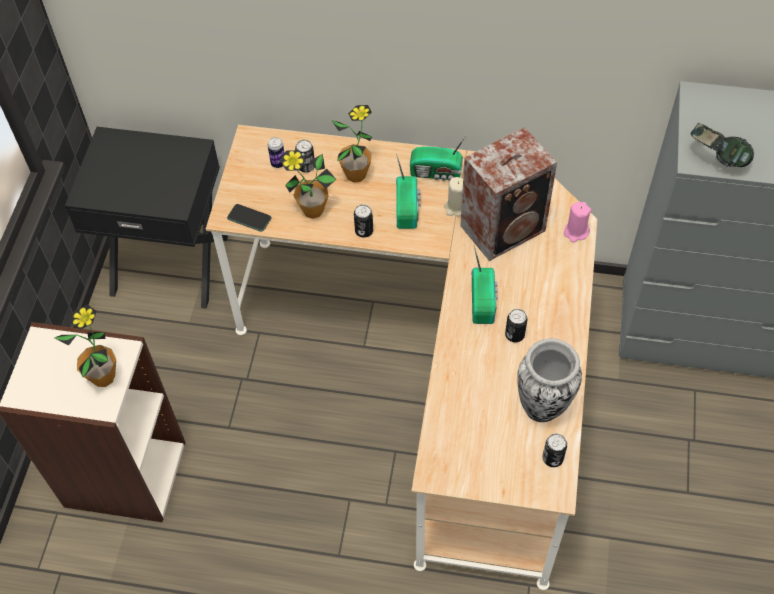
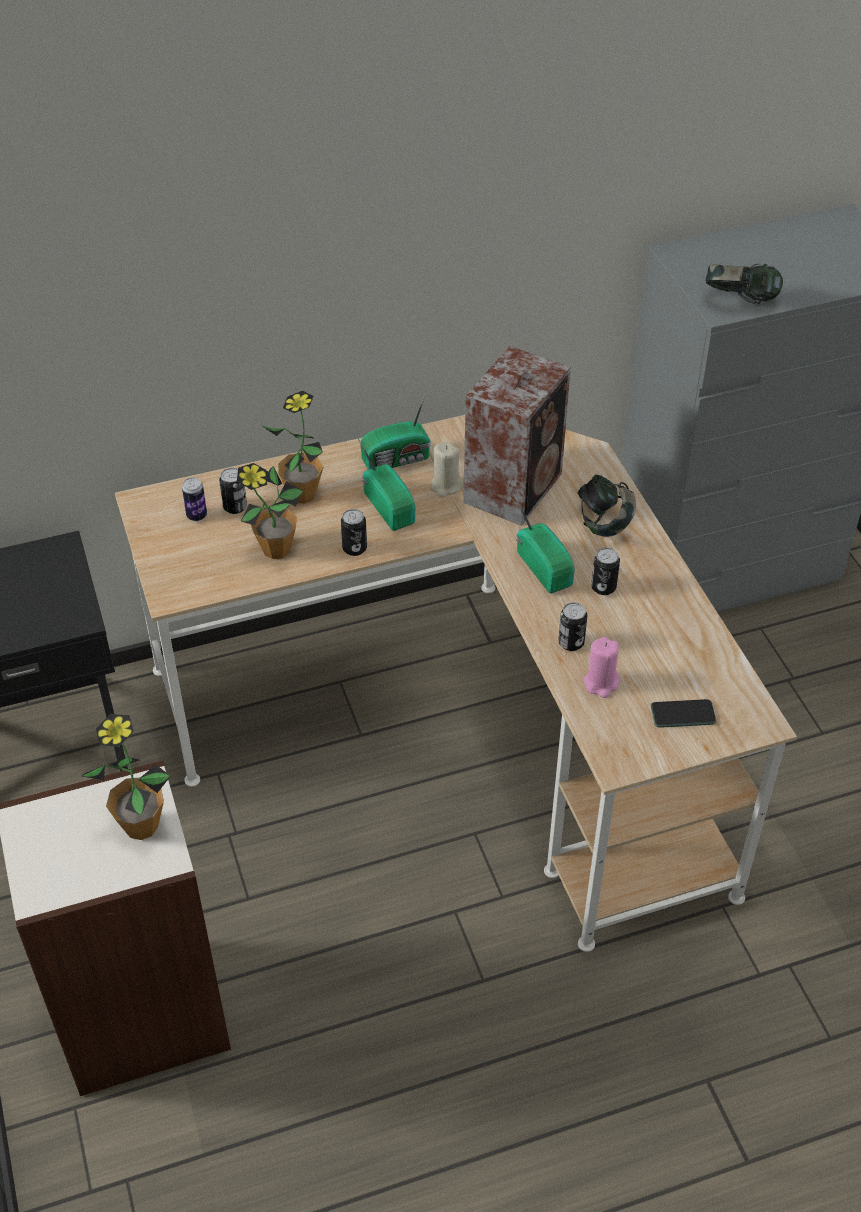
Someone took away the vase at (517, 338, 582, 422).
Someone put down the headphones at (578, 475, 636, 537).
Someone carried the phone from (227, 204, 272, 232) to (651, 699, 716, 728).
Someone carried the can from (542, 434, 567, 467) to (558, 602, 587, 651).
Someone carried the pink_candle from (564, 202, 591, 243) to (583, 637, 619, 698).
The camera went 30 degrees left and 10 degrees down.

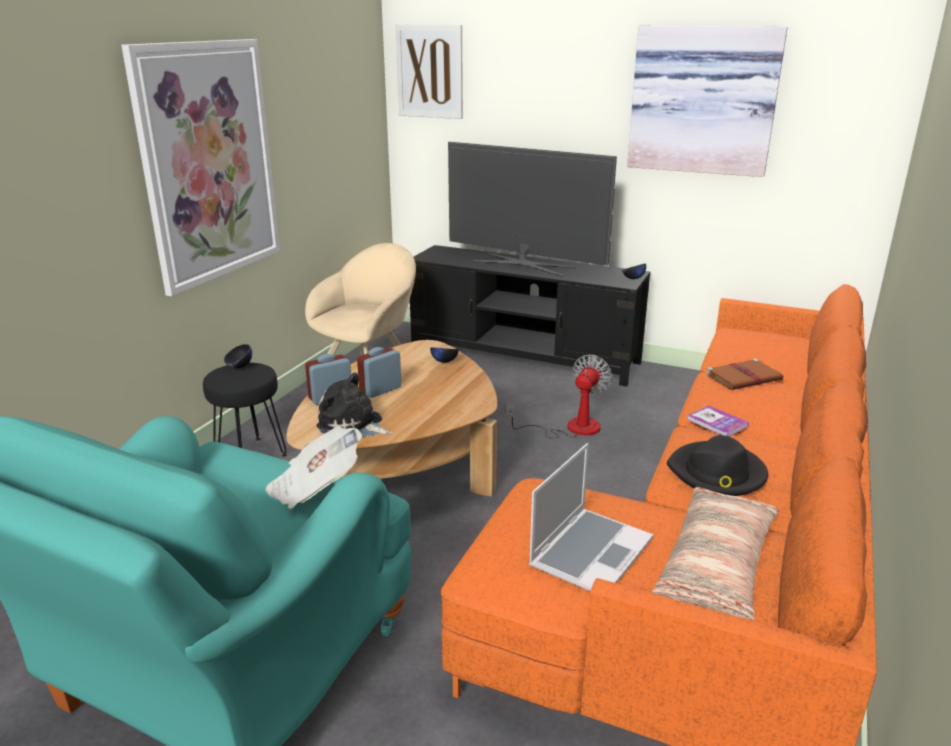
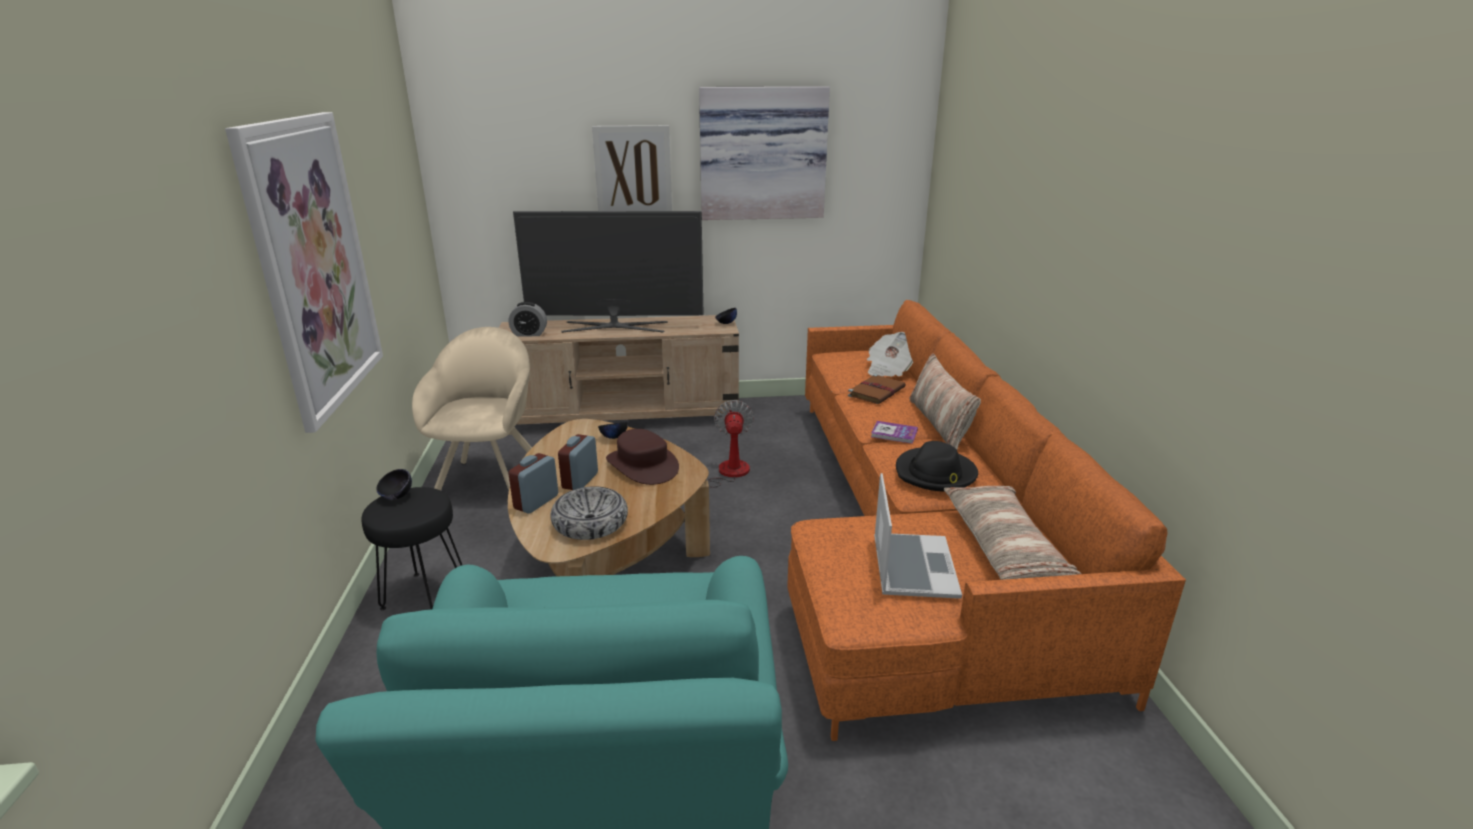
Someone put down the alarm_clock at (509, 302, 547, 337).
Someone put down the brown_hat at (606, 429, 679, 485).
Someone put down the pillow at (910, 353, 981, 450).
Someone carried the newspaper from (265, 426, 362, 509) to (867, 332, 913, 377).
Someone carried the picture from (395, 24, 463, 119) to (592, 125, 672, 211).
Someone swapped the plush_toy at (316, 372, 392, 437) for the bowl at (550, 486, 628, 540).
Someone repainted the black_tv_stand at (410, 245, 650, 387), which became the beige_tv_stand at (499, 315, 739, 435).
The camera went 30 degrees left and 0 degrees up.

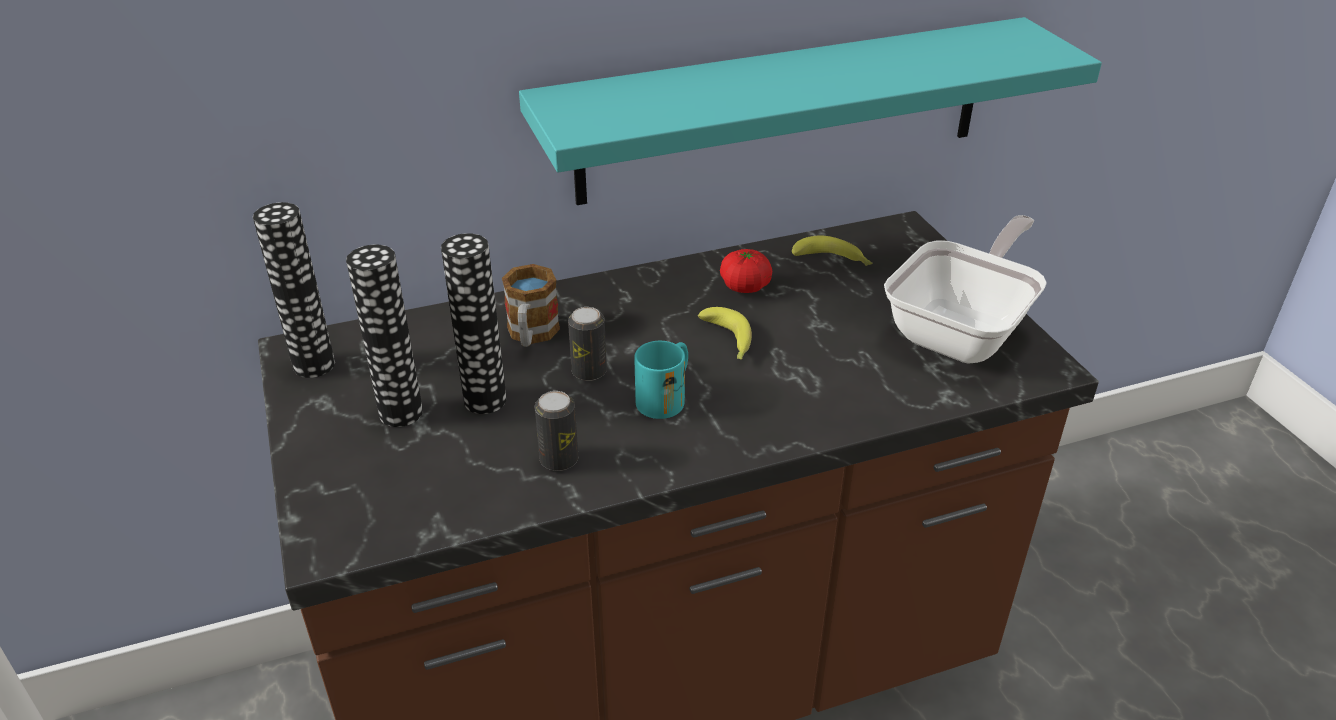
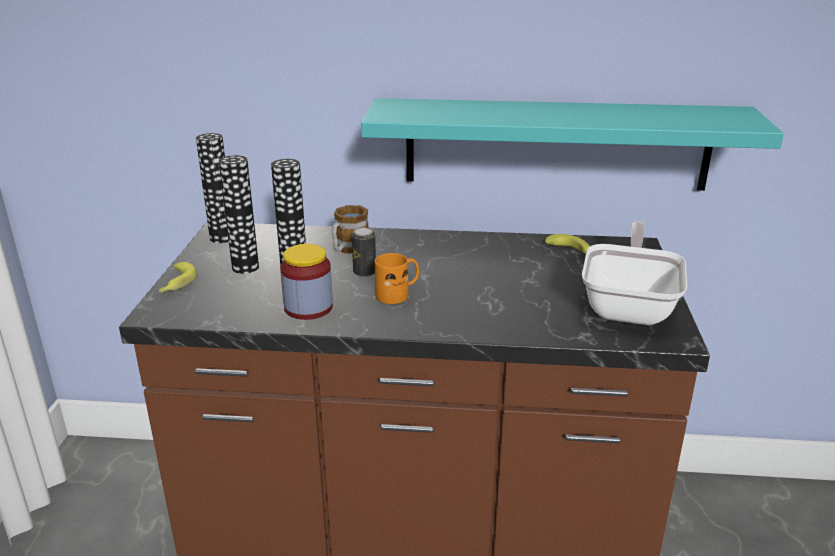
Someone took away the tomato at (720, 249, 772, 293).
Someone carried the banana from (698, 307, 752, 360) to (159, 262, 197, 293).
Someone swapped the can at (535, 391, 578, 471) for the jar at (280, 244, 333, 320).
Someone repainted the turquoise_mug at (634, 341, 688, 419), which became the orange_mug at (375, 253, 419, 304).
Someone rotated the frying_pan at (884, 215, 1047, 364) by 45 degrees counterclockwise.
The camera went 25 degrees right and 10 degrees down.

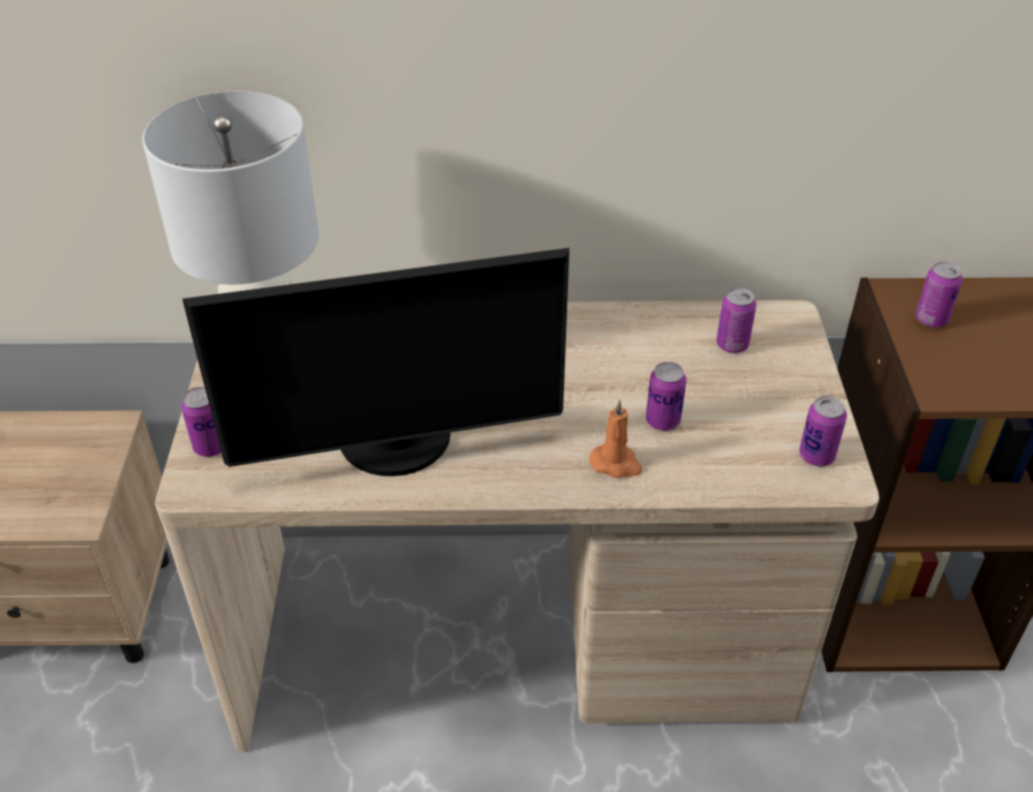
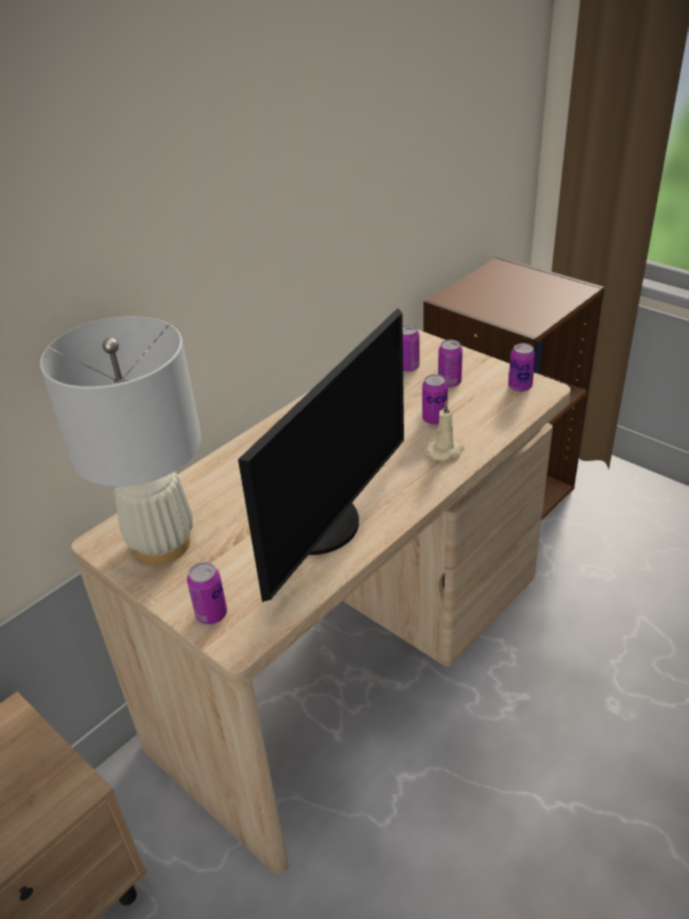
Someone carried the can from (916, 262, 963, 327) to (438, 340, 463, 388).
Someone repainted the orange_candle at (589, 399, 642, 478), which became the beige_candle at (427, 400, 464, 461).
The camera went 45 degrees left and 5 degrees down.

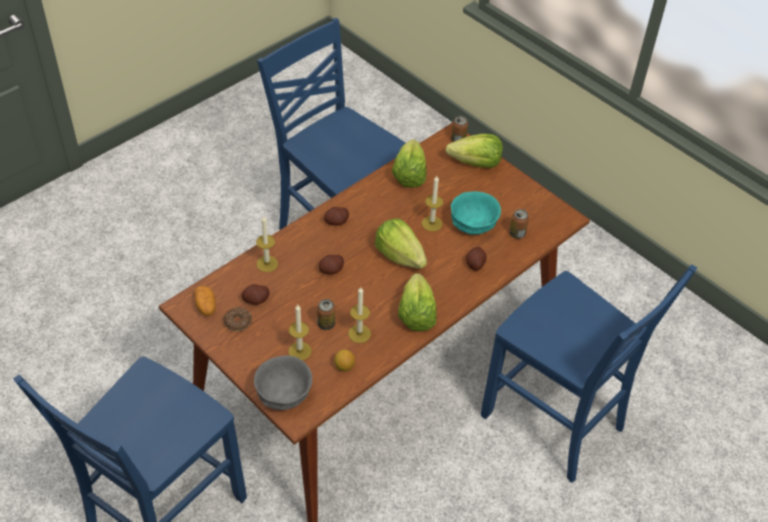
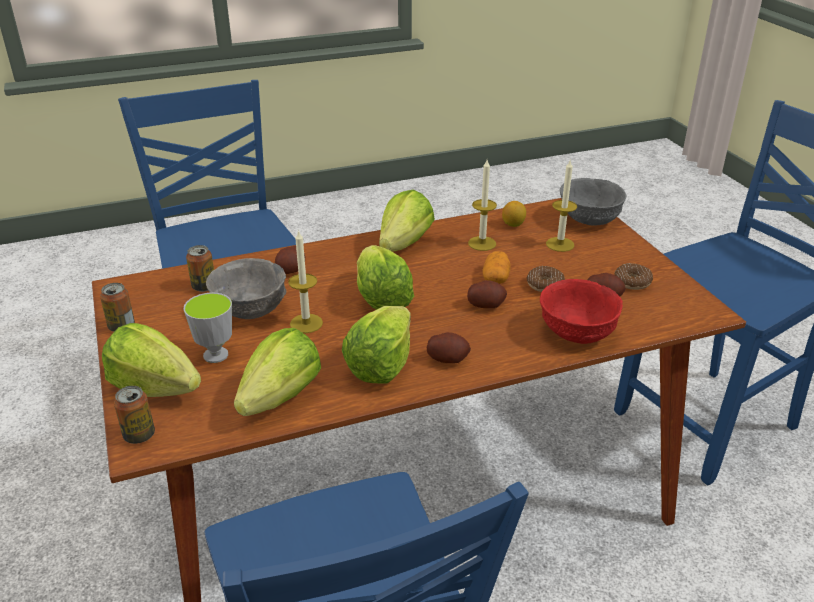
Someone put down the cup at (183, 292, 232, 363).
Someone put down the lettuce at (342, 306, 411, 383).
Someone put down the donut at (527, 266, 565, 292).
Someone carried the potato from (195, 286, 216, 316) to (482, 251, 510, 284).
Someone carried the can from (317, 299, 335, 330) to (100, 283, 135, 332).
Someone swapped the candle at (256, 215, 278, 272) for the red_bowl at (540, 279, 623, 344).
Someone repainted the turquoise_bowl at (451, 191, 501, 235), which became the grey_bowl at (206, 258, 287, 319).
The camera went 155 degrees left and 15 degrees down.

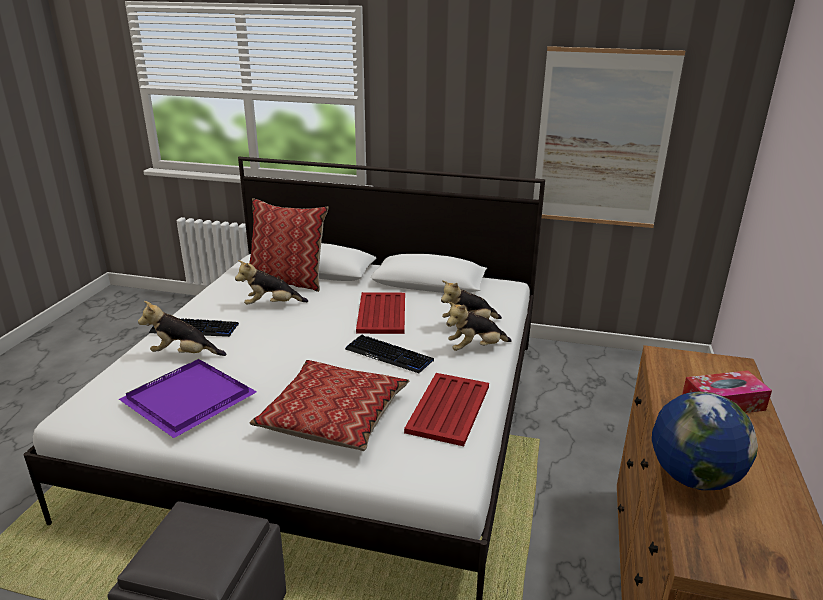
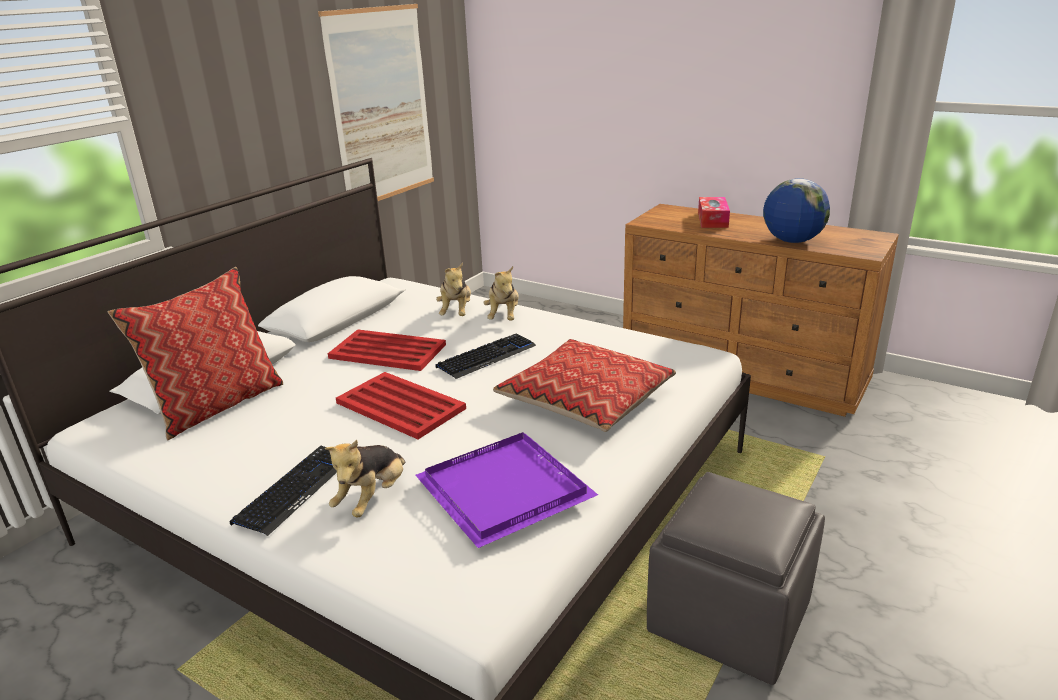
Someone took away the plush_toy at (235, 260, 308, 305).
Someone carried the red_tray from (404, 373, 489, 446) to (336, 372, 466, 439).
The camera went 70 degrees left and 0 degrees up.

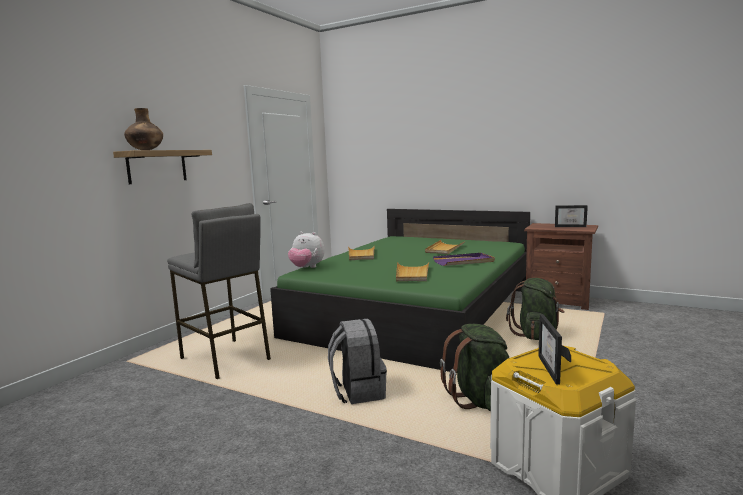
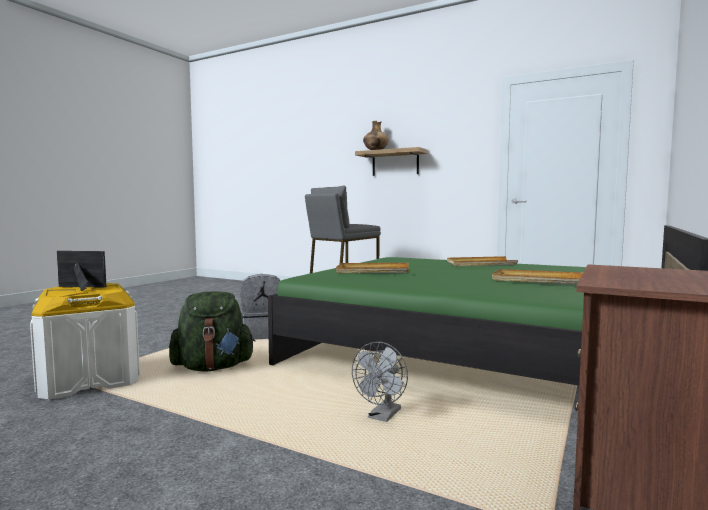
Someone took away the plush_toy at (288, 232, 325, 268).
Someone took away the purple_tray at (433, 253, 495, 266).
Someone took away the picture_frame at (555, 205, 588, 227).
Someone swapped the green_backpack at (506, 278, 565, 340) for the grey_fan at (352, 342, 408, 422).
The camera went 90 degrees right and 5 degrees down.

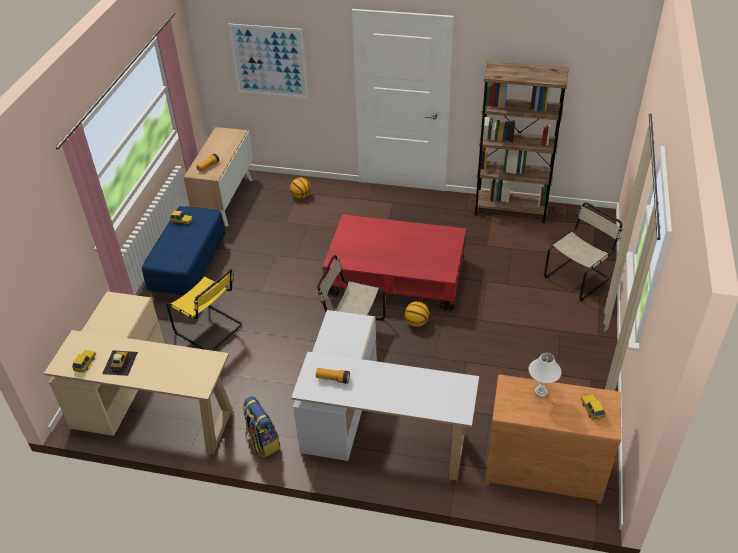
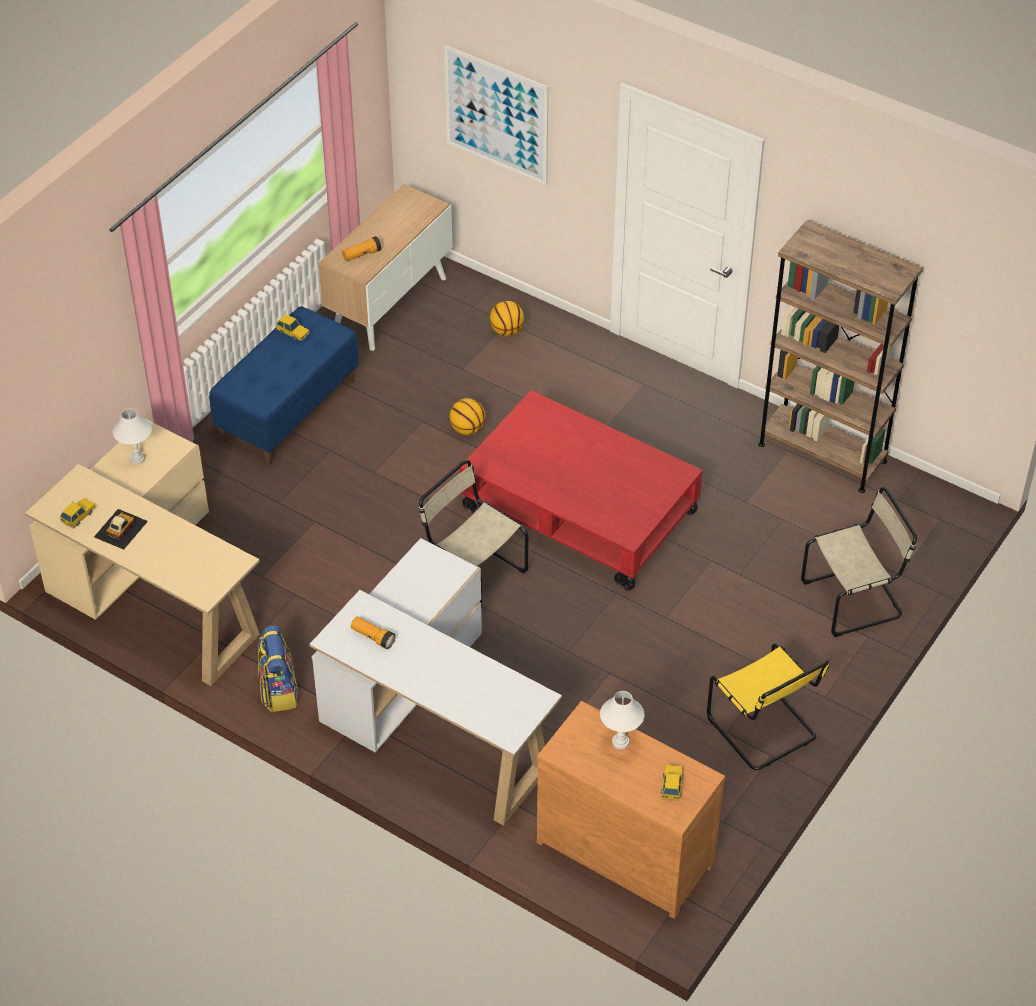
Someone put down the white_table_lamp at (113, 408, 152, 464).
Someone carried the yellow_chair from (167, 269, 242, 351) to (707, 644, 829, 770).
Someone carried the basketball from (405, 301, 429, 327) to (449, 398, 486, 435).
The camera went 20 degrees right and 5 degrees up.

